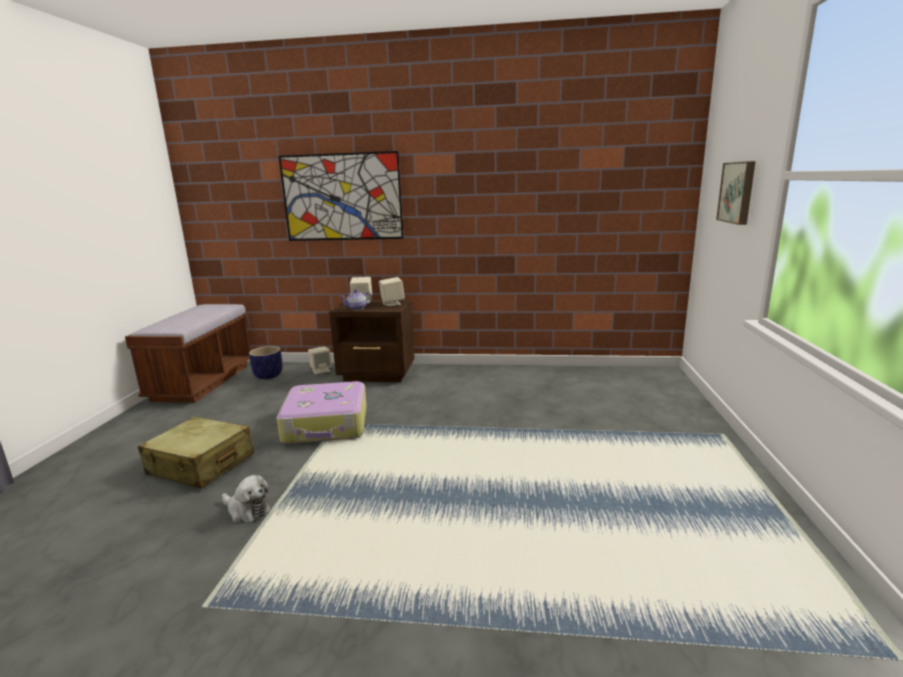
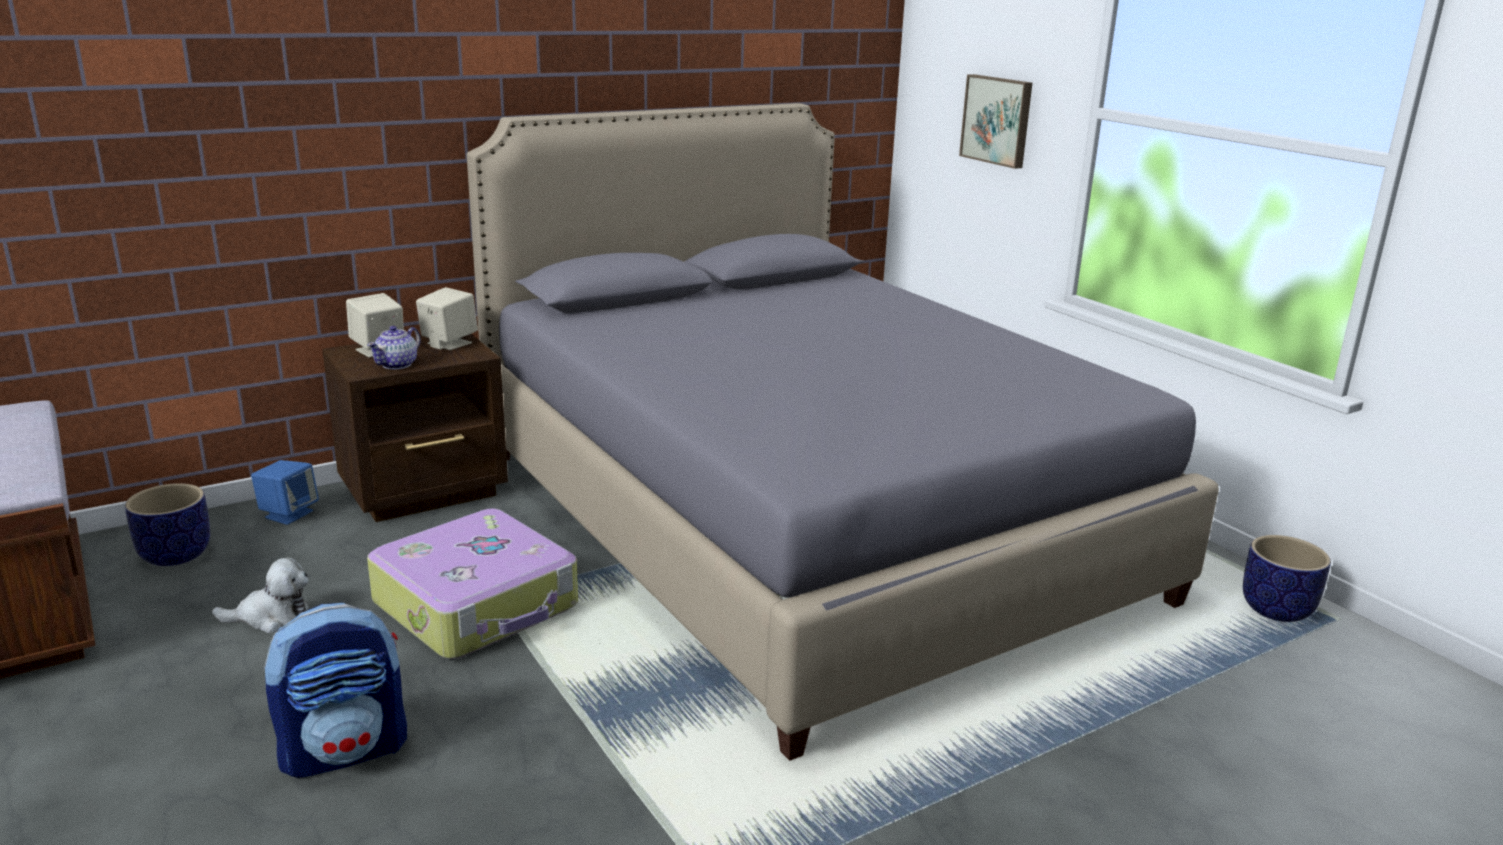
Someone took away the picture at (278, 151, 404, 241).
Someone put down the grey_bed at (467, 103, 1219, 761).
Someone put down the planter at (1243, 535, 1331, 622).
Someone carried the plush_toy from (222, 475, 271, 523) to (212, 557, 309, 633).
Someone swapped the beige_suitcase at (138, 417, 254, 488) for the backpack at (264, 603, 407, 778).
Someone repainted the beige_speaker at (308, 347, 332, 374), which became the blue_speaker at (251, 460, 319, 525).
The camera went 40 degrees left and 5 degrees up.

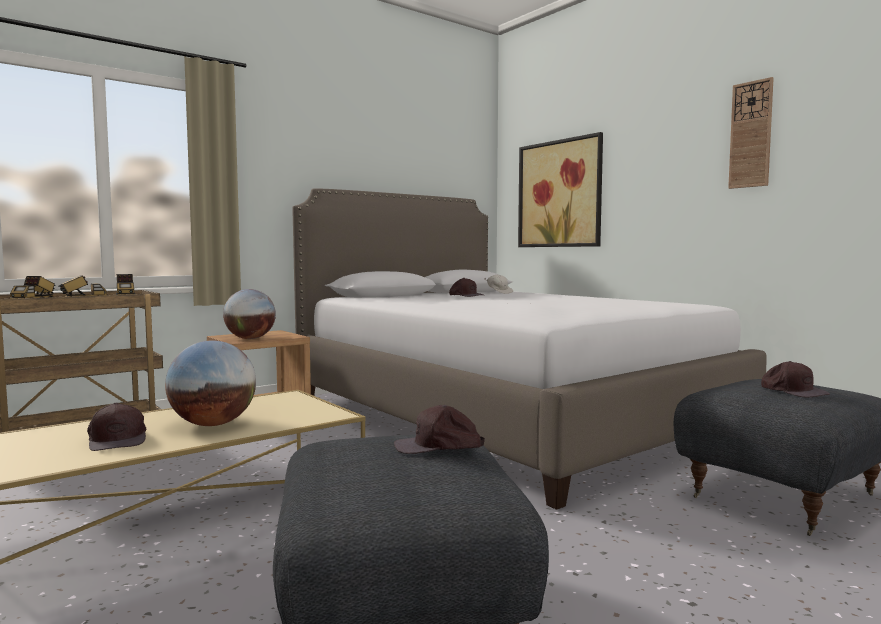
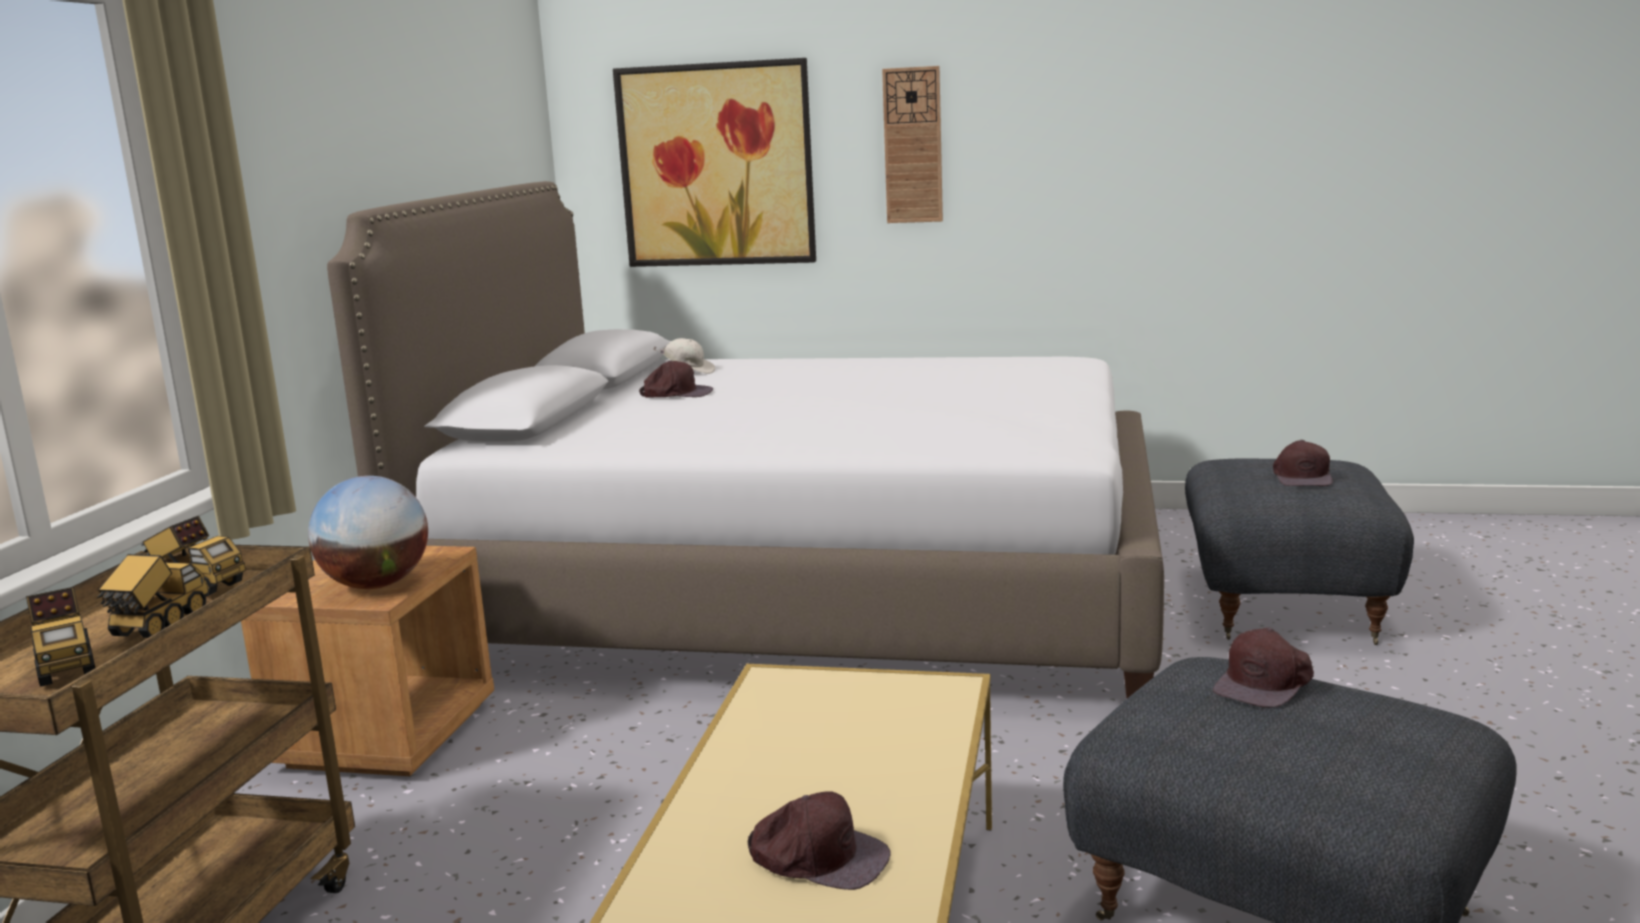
Someone took away the globe at (165, 340, 256, 426).
Someone carried the wall_clock from (728, 77, 774, 189) to (882, 66, 943, 223).
Someone rotated the brown_cap at (761, 361, 830, 397) by 75 degrees clockwise.
The camera went 40 degrees left and 10 degrees up.

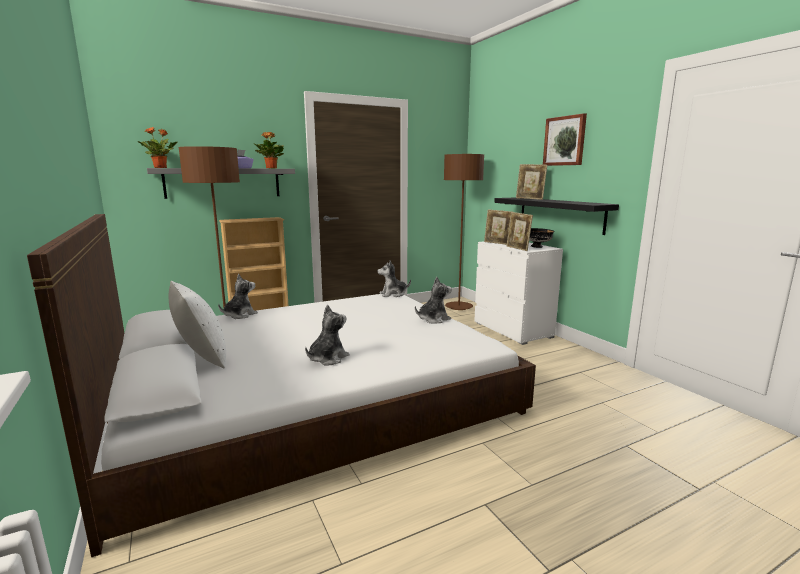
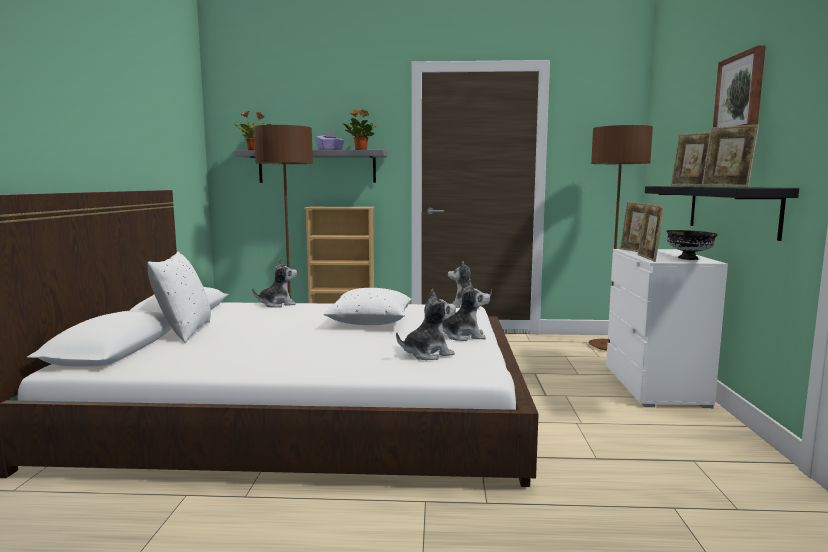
Someone put down the white_pillow at (324, 288, 412, 325).
Someone put down the picture_frame at (702, 124, 759, 187).
Someone carried the plush_toy from (305, 305, 349, 366) to (396, 289, 456, 360).
The camera went 30 degrees right and 5 degrees down.

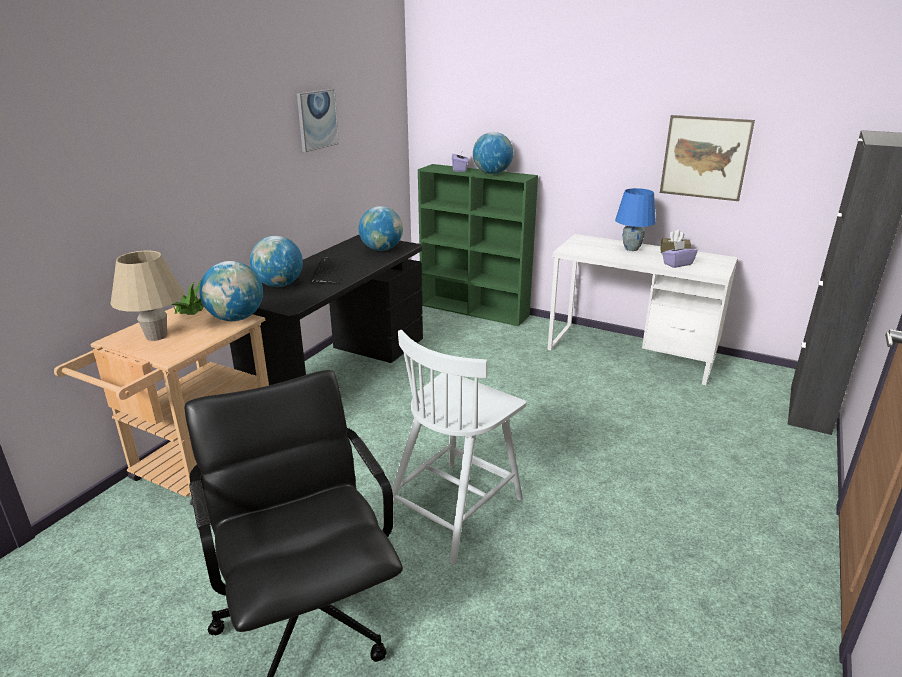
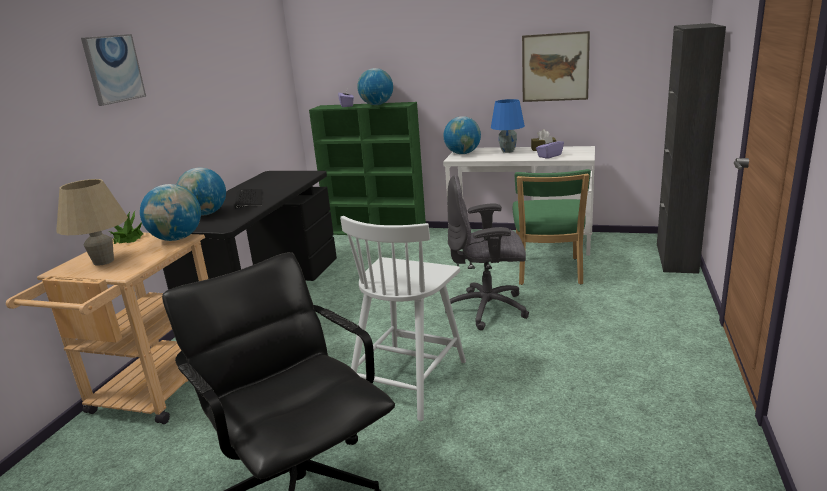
Someone put down the grey_office_chair at (445, 175, 529, 330).
Someone put down the green_chair at (513, 169, 591, 285).
Someone carried the picture from (297, 89, 339, 152) to (81, 34, 146, 106).
Someone carried the globe from (359, 206, 403, 251) to (443, 116, 481, 154).
The camera went 10 degrees left and 5 degrees down.

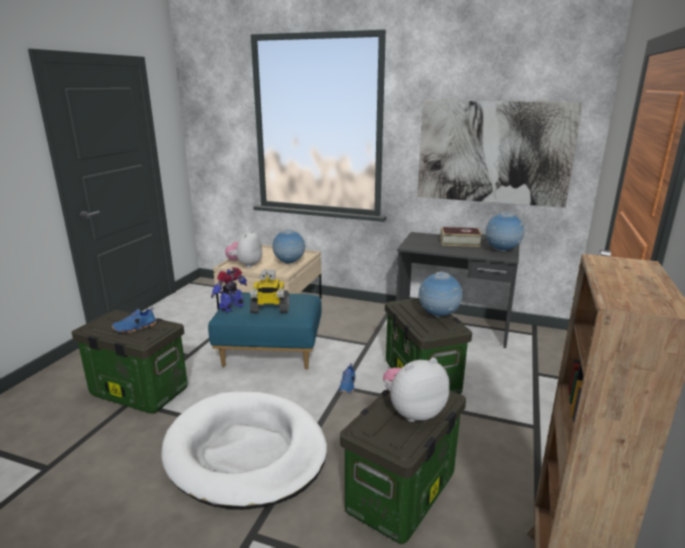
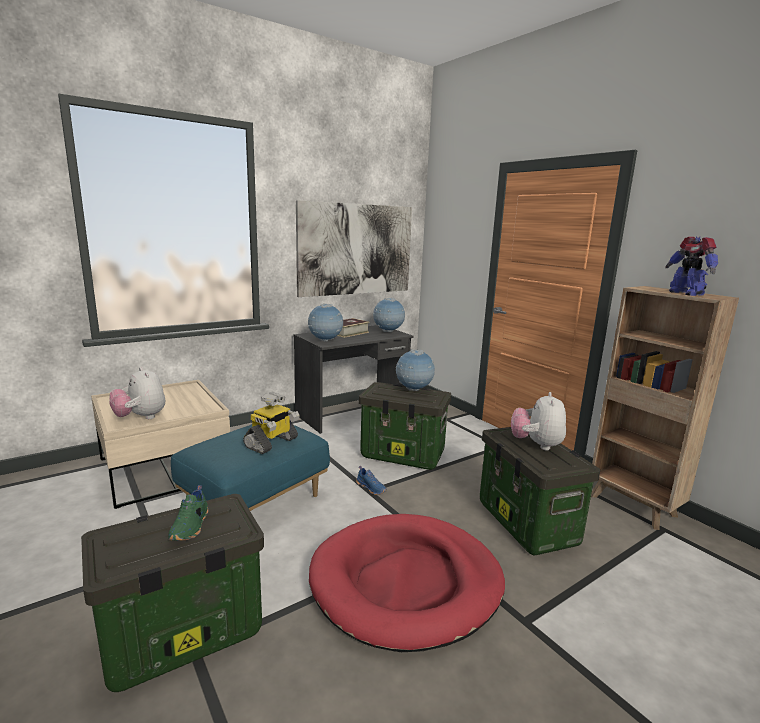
Someone carried the toy_robot from (211, 267, 247, 312) to (665, 237, 718, 296).
Someone carried the globe from (273, 229, 305, 264) to (308, 303, 343, 342).
Someone repainted the blue_shoe at (112, 307, 157, 333), which became the green_shoe at (168, 485, 208, 540).
Someone repainted the white_dog_bed at (161, 392, 327, 510), which became the red_dog_bed at (309, 514, 505, 652).
The camera went 55 degrees left and 5 degrees down.

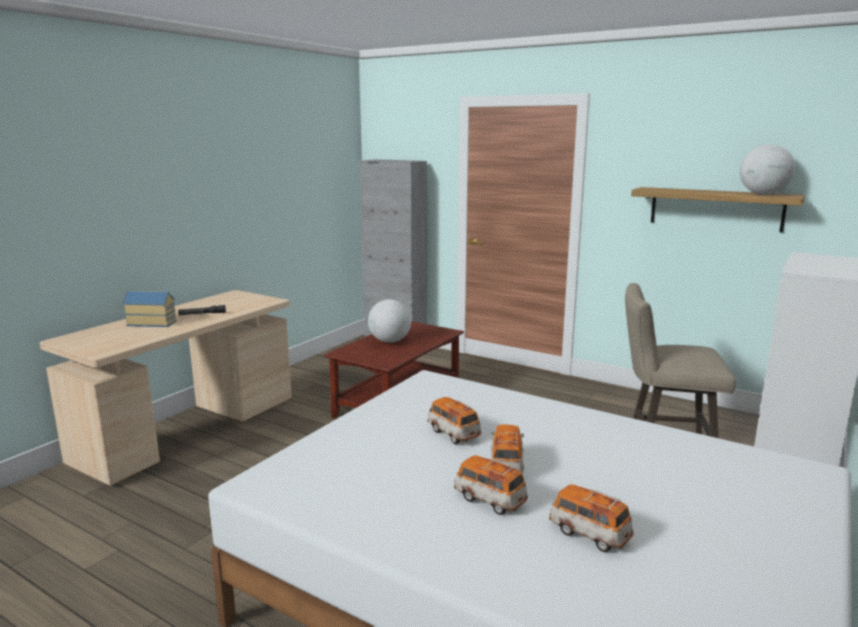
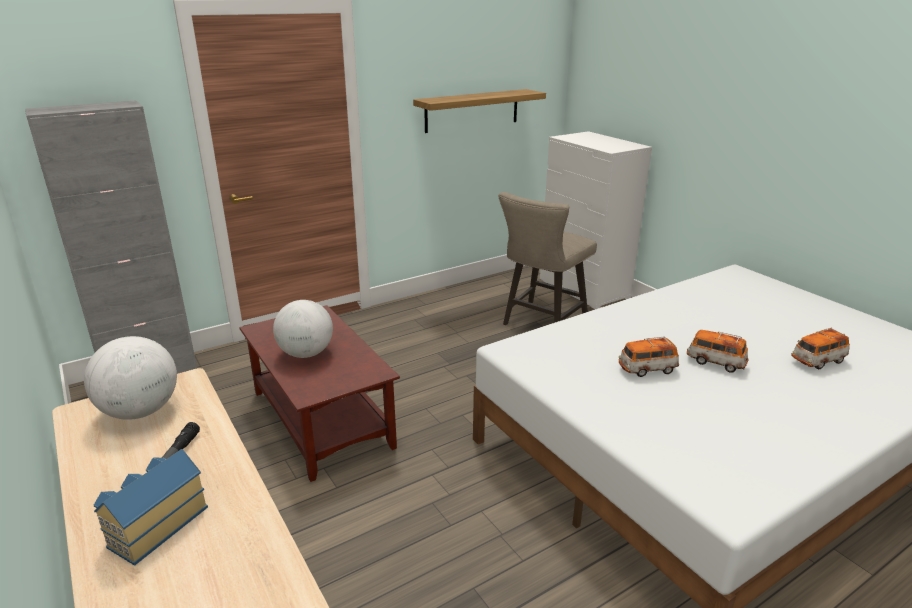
Someone took away the toy_car at (454, 455, 528, 515).
Someone carried the globe from (740, 144, 795, 195) to (84, 336, 177, 420).
The camera went 65 degrees left and 10 degrees up.

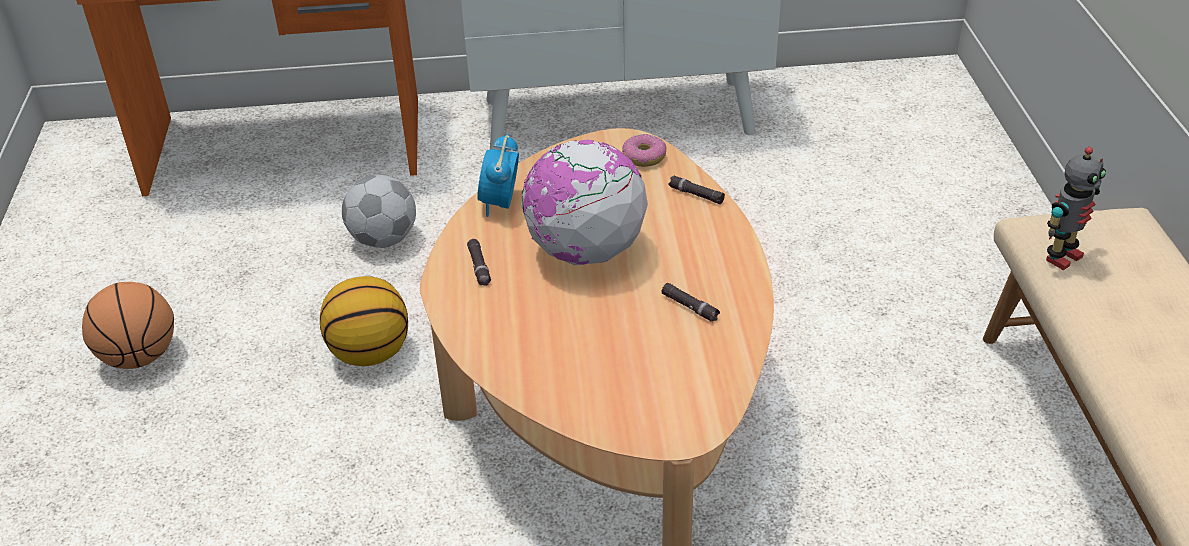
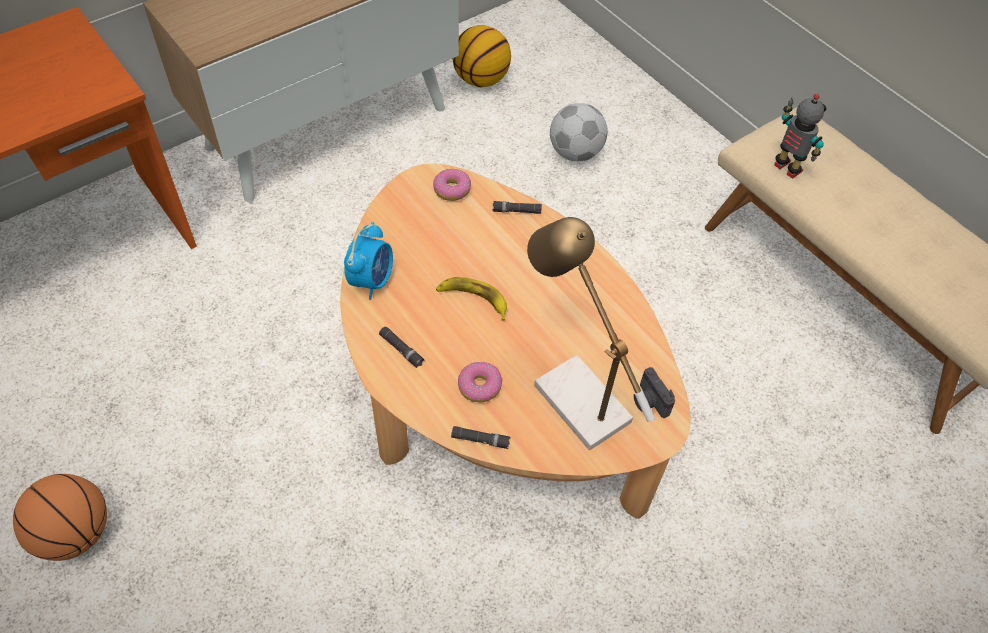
Someone put down the donut at (458, 362, 502, 402).
Someone put down the table_lamp at (527, 217, 655, 451).
Someone put down the photo_camera at (634, 367, 675, 418).
Someone carried the basketball from (320, 276, 408, 366) to (453, 25, 511, 87).
Someone carried the football from (342, 175, 416, 248) to (550, 103, 608, 161).
Someone carried the black_flashlight from (662, 283, 720, 322) to (451, 426, 511, 449).
Someone swapped the globe at (521, 140, 648, 265) for the banana at (436, 277, 507, 321).
Someone rotated the alarm_clock at (477, 134, 519, 217) by 135 degrees counterclockwise.
Someone rotated the toy_robot at (1046, 147, 1106, 270) by 60 degrees counterclockwise.
The camera went 35 degrees left and 15 degrees up.

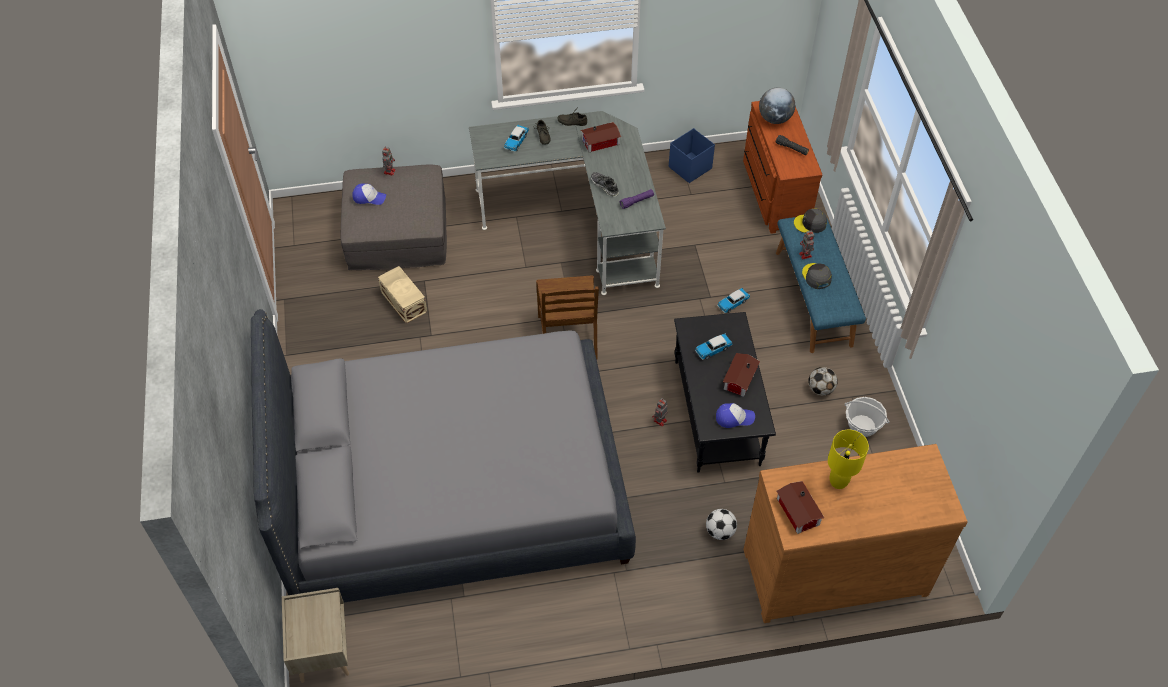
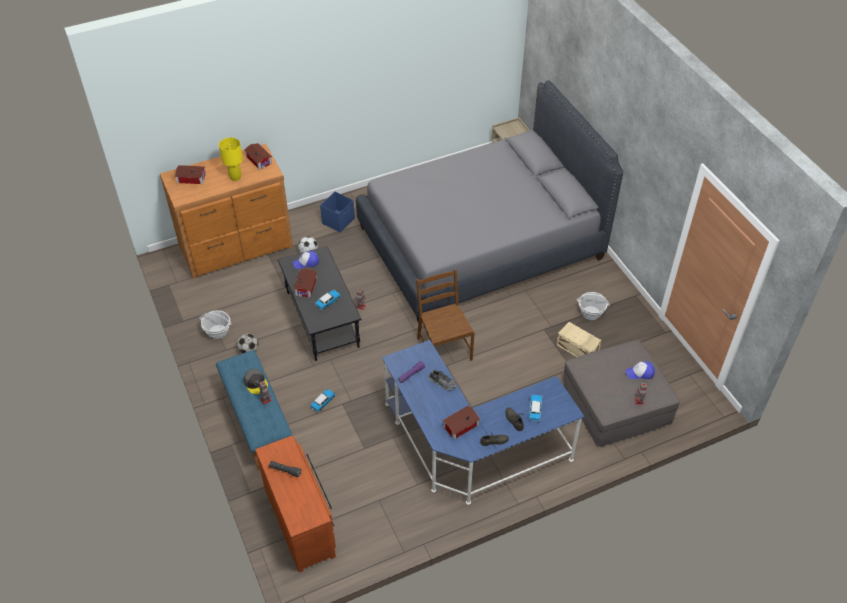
Someone took away the globe at (759, 87, 795, 124).
Someone took away the grey_cap at (794, 208, 827, 233).
Someone put down the toy_house at (175, 165, 206, 184).
Someone put down the basket at (577, 292, 610, 320).
Someone carried the blue_storage_box from (669, 128, 715, 183) to (320, 192, 355, 232).
Someone repainted the grey_desk at (469, 111, 666, 295), which became the blue_desk at (382, 340, 585, 505).
The camera went 165 degrees right and 5 degrees down.

